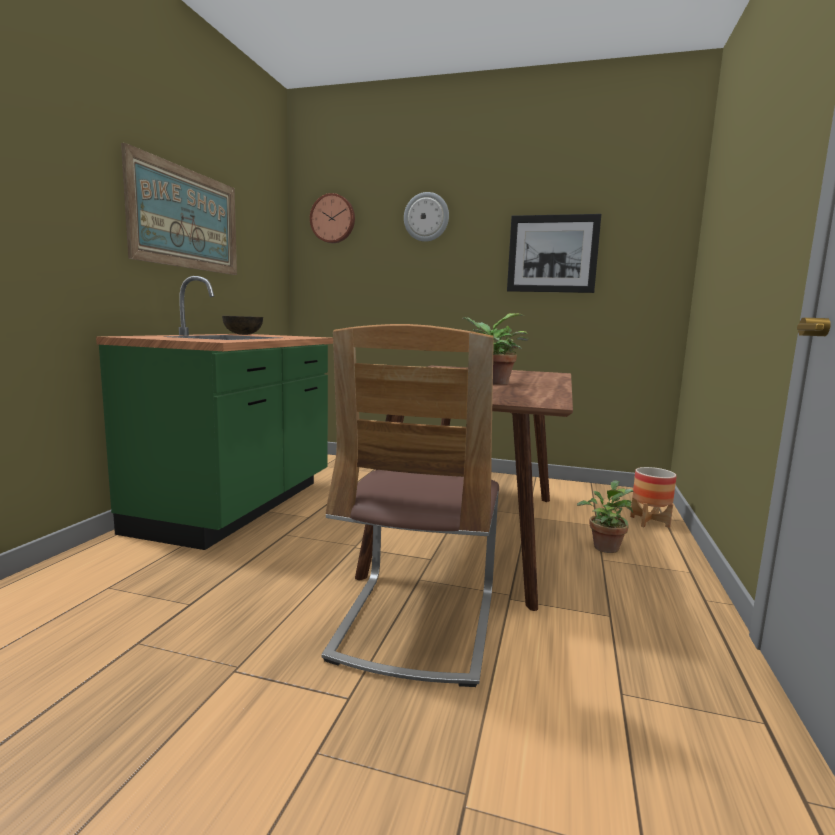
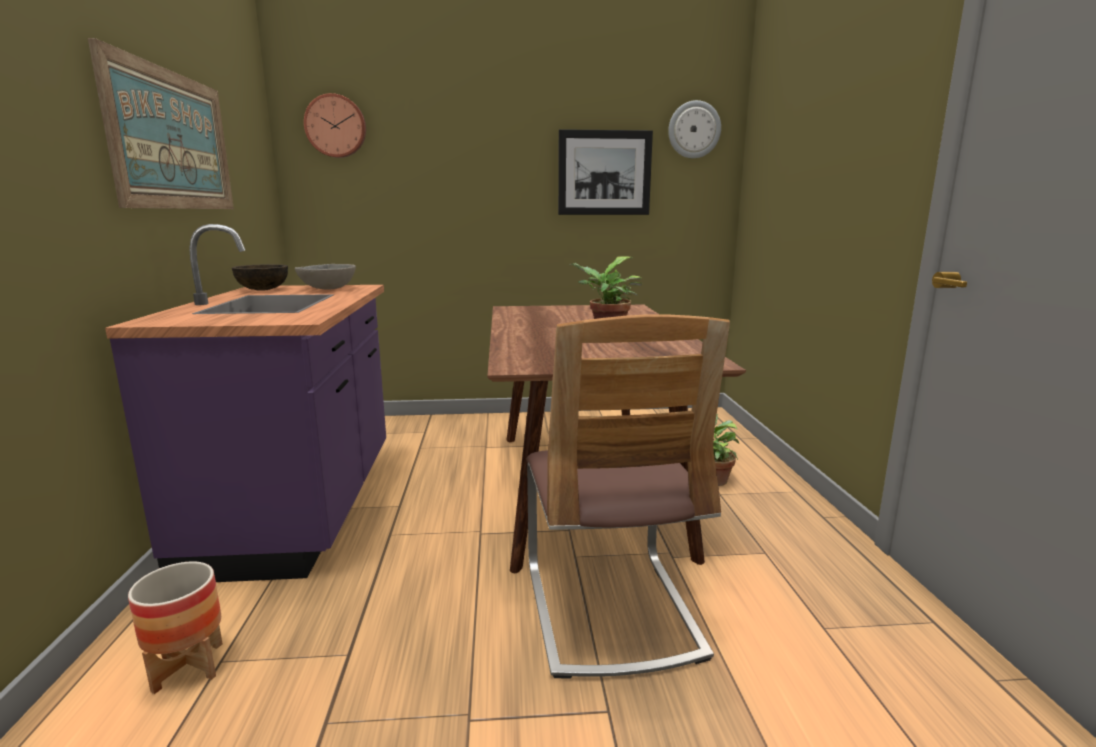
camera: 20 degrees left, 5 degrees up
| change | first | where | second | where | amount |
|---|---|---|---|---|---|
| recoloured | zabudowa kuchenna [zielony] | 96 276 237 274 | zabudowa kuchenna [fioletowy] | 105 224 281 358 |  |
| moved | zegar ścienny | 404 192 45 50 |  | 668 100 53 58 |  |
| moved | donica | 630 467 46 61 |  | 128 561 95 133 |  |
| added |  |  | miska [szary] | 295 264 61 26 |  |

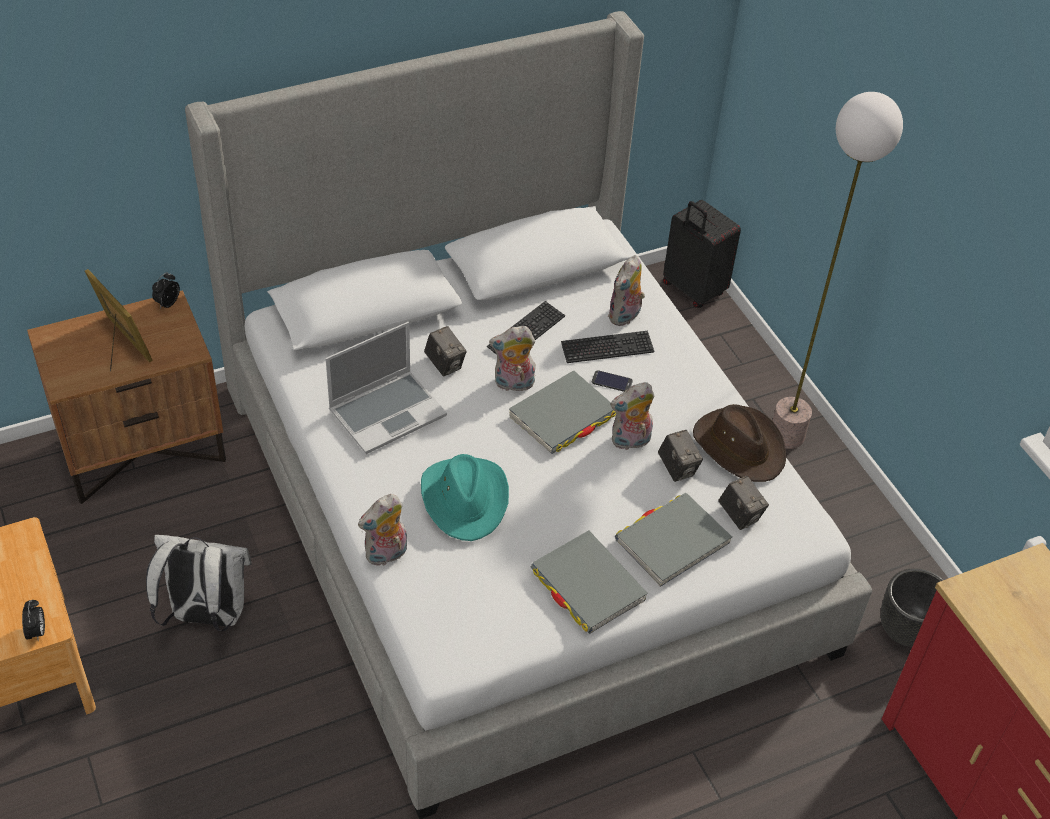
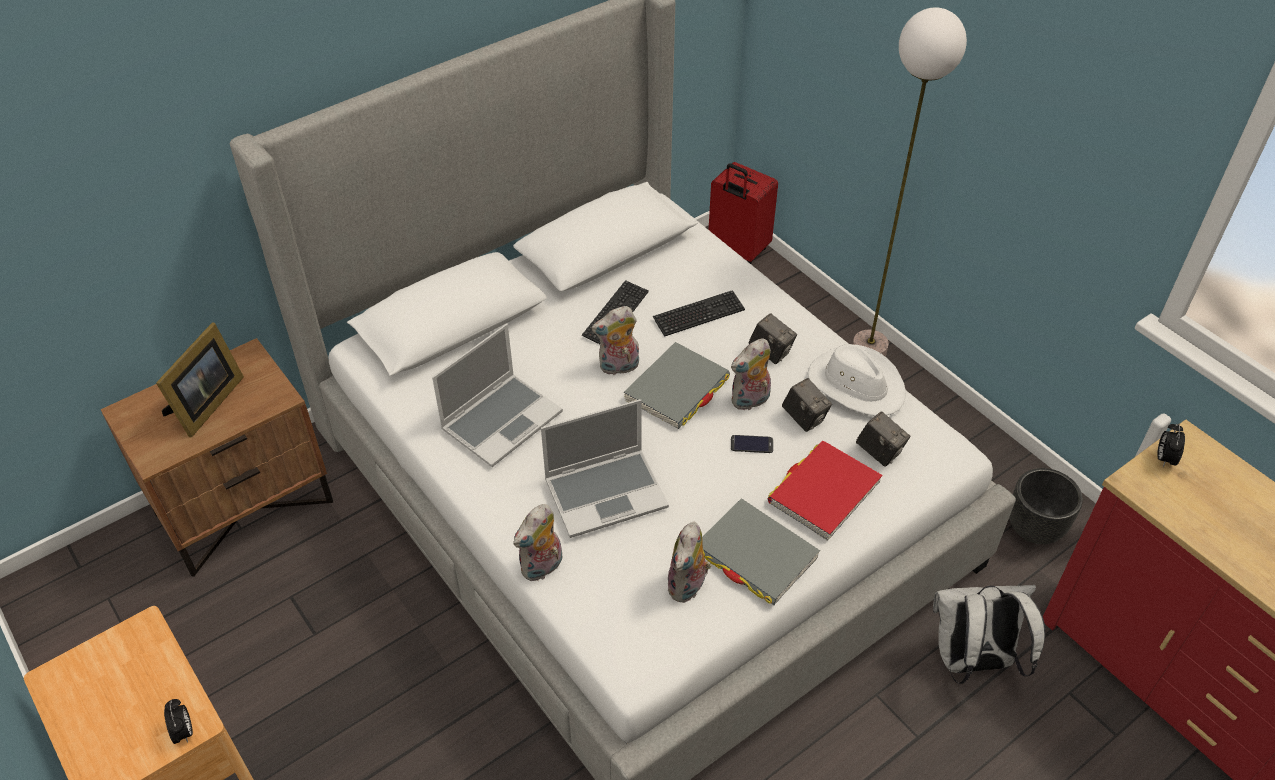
camera: 10 degrees left, 0 degrees up
| change | first | where | second | where | amount |
|---|---|---|---|---|---|
| turned | ramka na zdjęcie | 85 269 67 102 |  | 156 322 88 116 | 75 degrees clockwise |
| moved | plecak [biały] | 146 535 106 96 |  | 933 585 112 99 |  |
| moved | budzik | 152 272 28 36 |  | 1157 424 28 44 |  |
| replaced | kapelusz [turkusowy] | 421 454 88 87 | laptop | 541 399 128 139 |  |
| moved | aparat fotograficzny | 424 326 43 50 |  | 749 313 48 51 |  |
| moved | telefon | 592 370 41 22 |  | 731 435 42 18 |  |
| moved | pluszak | 608 255 37 71 |  | 668 522 43 81 |  |
| recoloured | książka [szary] | 615 493 117 94 | książka [czerwony] | 767 441 116 99 |  |
| recoloured | walizka [czarny] | 663 200 78 108 | walizka [czerwony] | 709 162 69 102 |  |
| recoloured | kapelusz [brązowy] | 693 404 93 78 | kapelusz [biały] | 808 344 98 72 |  |

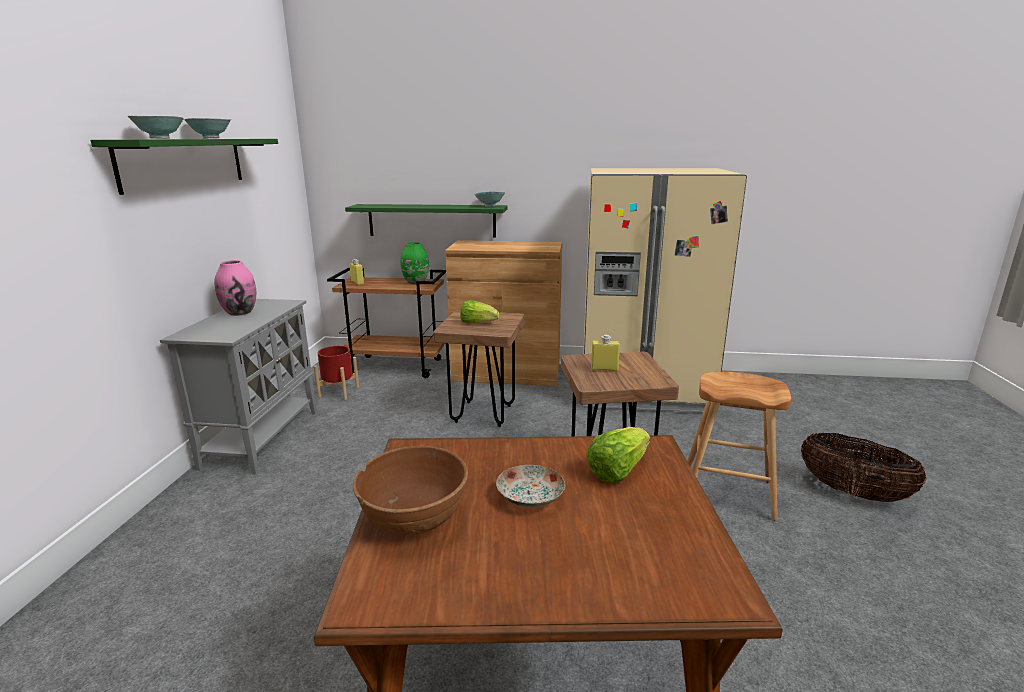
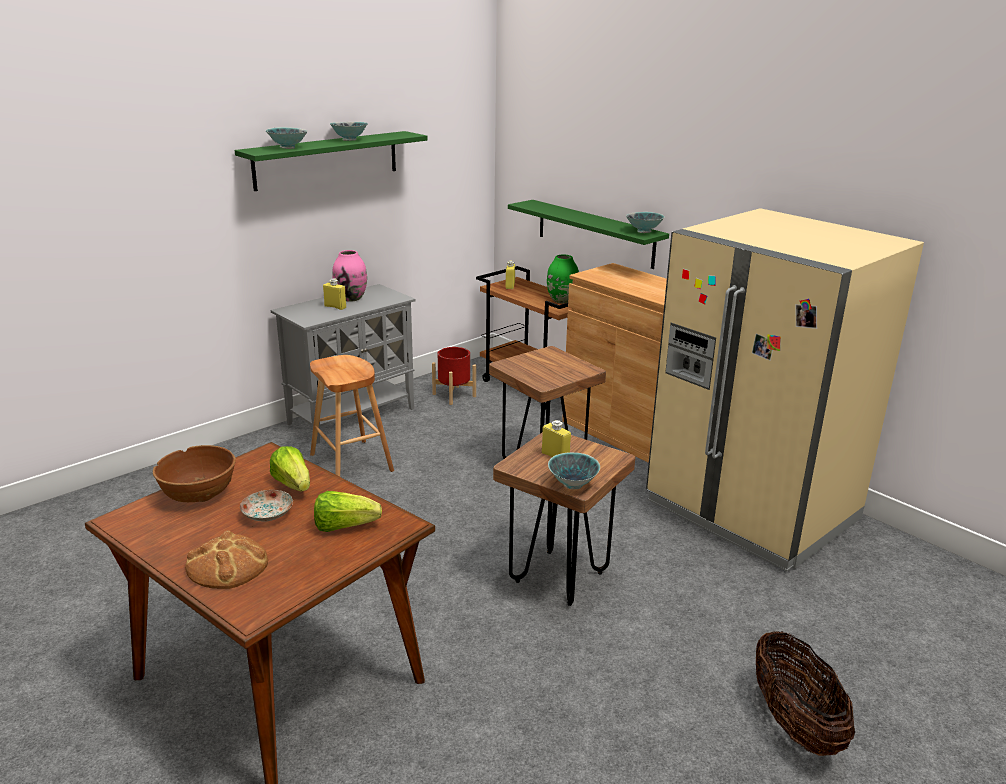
camera: 40 degrees right, 5 degrees up
| change | first | where | second | where | amount |
|---|---|---|---|---|---|
| moved | sałata | 460 300 39 23 |  | 270 446 40 45 |  |
| moved | stołek [brązowy] | 687 372 104 149 |  | 310 355 84 122 |  |
| added |  |  | chleb | 185 530 83 59 |  |
| added |  |  | butelka [żółty] | 323 278 23 32 |  |
| added |  |  | miska | 548 452 52 37 |  |

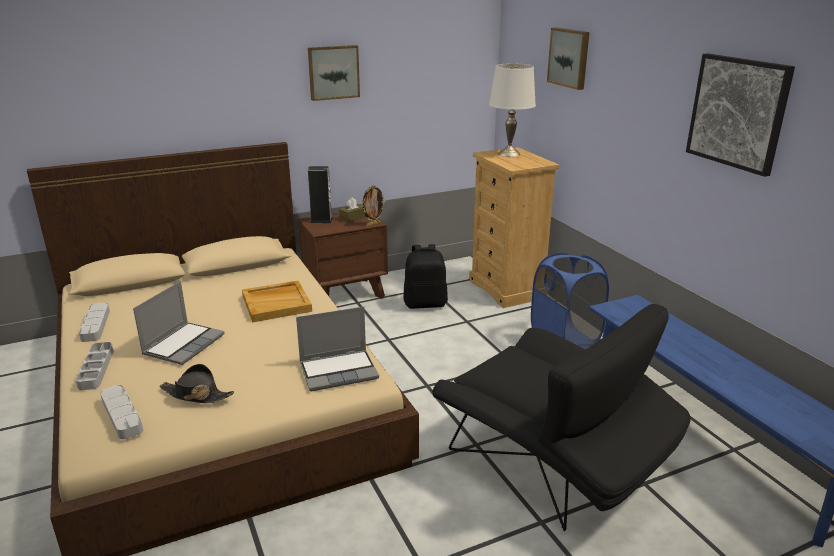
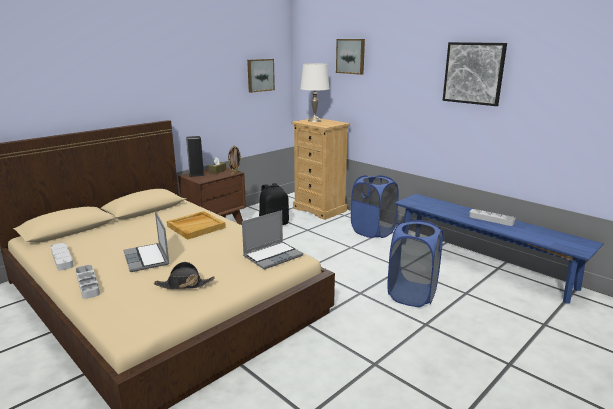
camera: 20 degrees left, 5 degrees down
| change | first | where | second | where | amount |
|---|---|---|---|---|---|
| moved | taca [szary] | 100 385 43 54 |  | 469 209 46 17 |  |
| turned | laptop | 133 281 92 84 |  | 123 211 46 61 | 150 degrees clockwise |
| moved | obraz | 308 45 52 56 |  | 247 59 28 34 |  |
| replaced | fotel [czarny] | 432 303 259 228 | kosz na pranie [niebieski] | 387 220 56 87 |  |

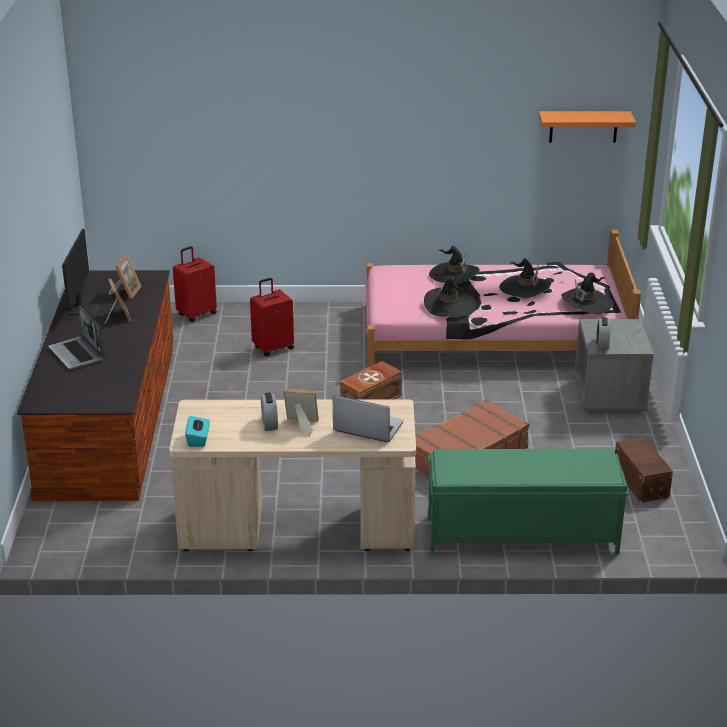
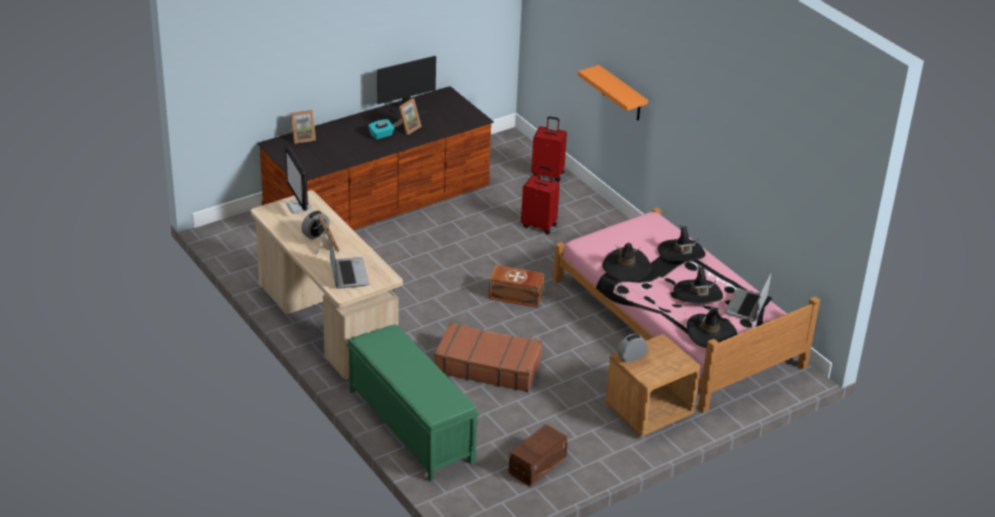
camera: 55 degrees right, 5 degrees up
| change | first | where | second | where | amount |
|---|---|---|---|---|---|
| moved | laptop | 48 306 56 63 |  | 725 273 46 49 |  |
| moved | ramka na zdjęcie | 109 254 32 45 |  | 290 110 26 34 |  |
| moved | pudełko chusteczek [turkusowy] | 185 416 25 31 |  | 368 119 26 21 |  |
| moved | półka [pomarańczowy] | 539 111 97 32 |  | 578 65 70 56 |  |
| recoloured | szafka nocna [szary] | 574 319 80 94 | szafka nocna [brązowy] | 605 334 95 103 |  |
| added |  |  | monitor | 285 145 27 69 |  |

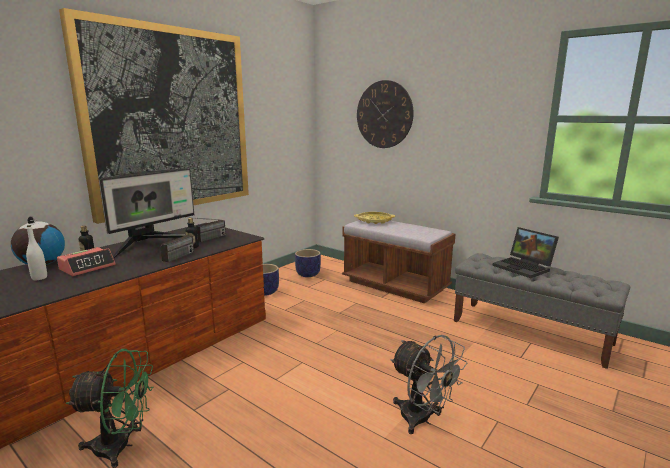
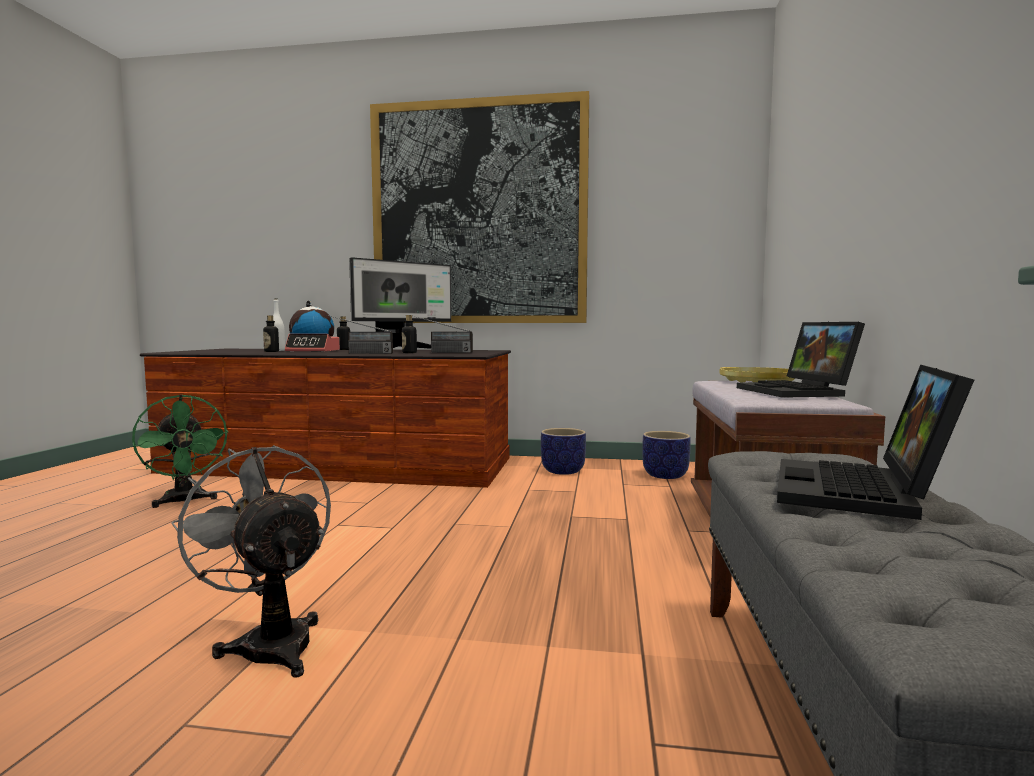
camera: 60 degrees right, 10 degrees down
| change | first | where | second | where | amount |
|---|---|---|---|---|---|
| turned | monitor | 99 168 95 90 |  | 349 257 102 92 | 45 degrees counterclockwise |
| removed | zegar ścienny | 357 80 57 68 |  |  |  |
| turned | wentylator [szary] | 390 335 77 99 |  | 171 445 160 233 | 120 degrees clockwise |
| added |  |  | butelka | 263 316 16 36 |  |
| added |  |  | laptop | 737 321 128 77 |  |

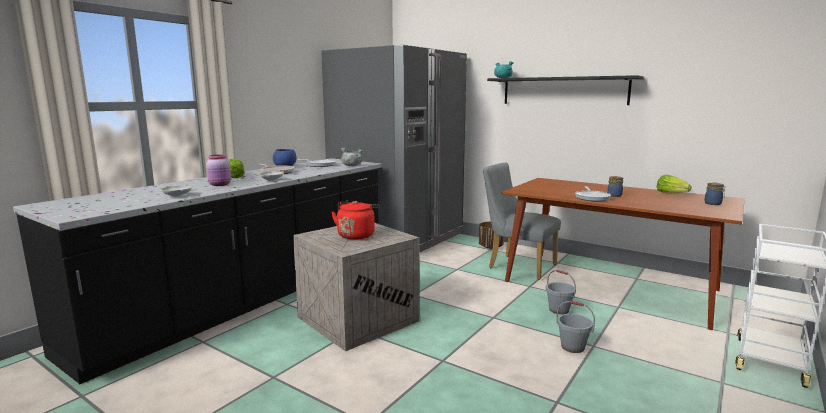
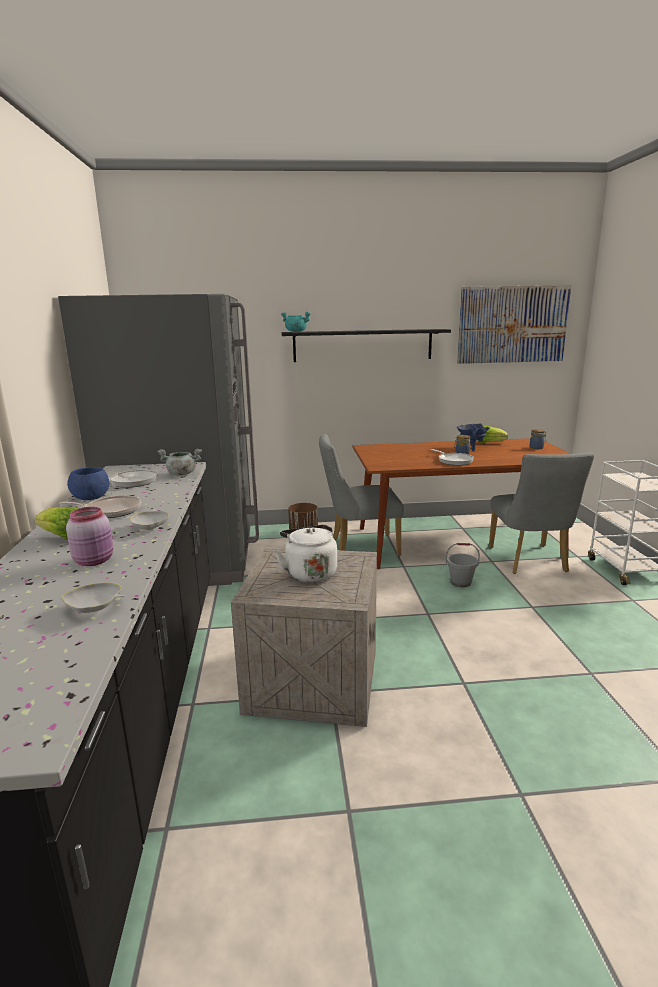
camera: 40 degrees left, 5 degrees up
| change | first | where | second | where | amount |
|---|---|---|---|---|---|
| recoloured | czajnik [czerwony] | 331 201 48 39 | czajnik [biały] | 275 525 62 58 |  |
| removed | wiadro [szary] | 556 301 39 52 |  |  |  |
| added |  |  | obraz | 457 285 114 79 |  |
| added |  |  | garnek [niebieski] | 457 423 32 28 |  |
| added |  |  | krzesło [szary] | 489 452 105 122 |  |

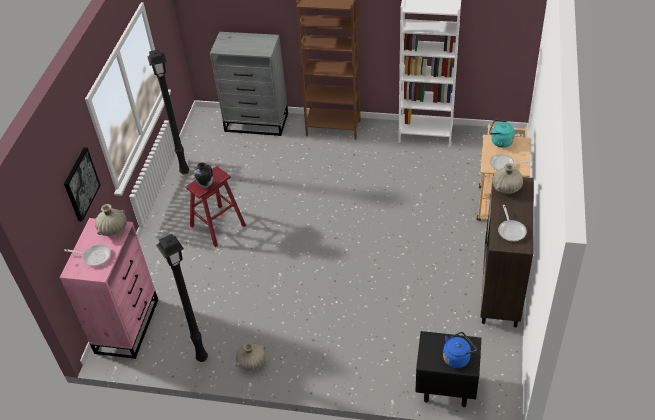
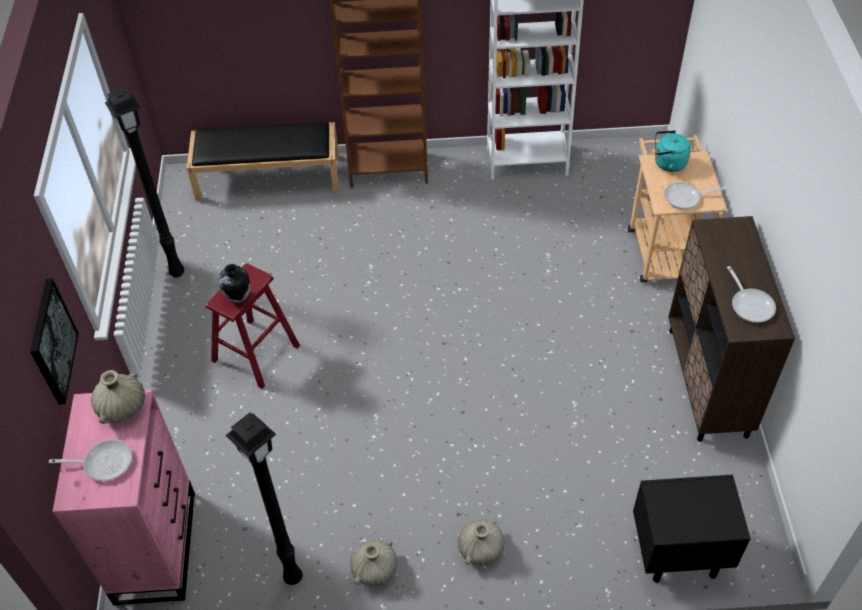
camera: 15 degrees left, 5 degrees up
| change | first | where | second | where | amount |
|---|---|---|---|---|---|
| replaced | komoda [szary] | 210 32 78 104 | ławka [czarny] | 187 122 152 79 |  |
| removed | czajnik [niebieski] | 443 332 34 36 |  |  |  |
| moved | wazon [beżowy] | 492 163 31 31 |  | 458 520 47 46 |  |

